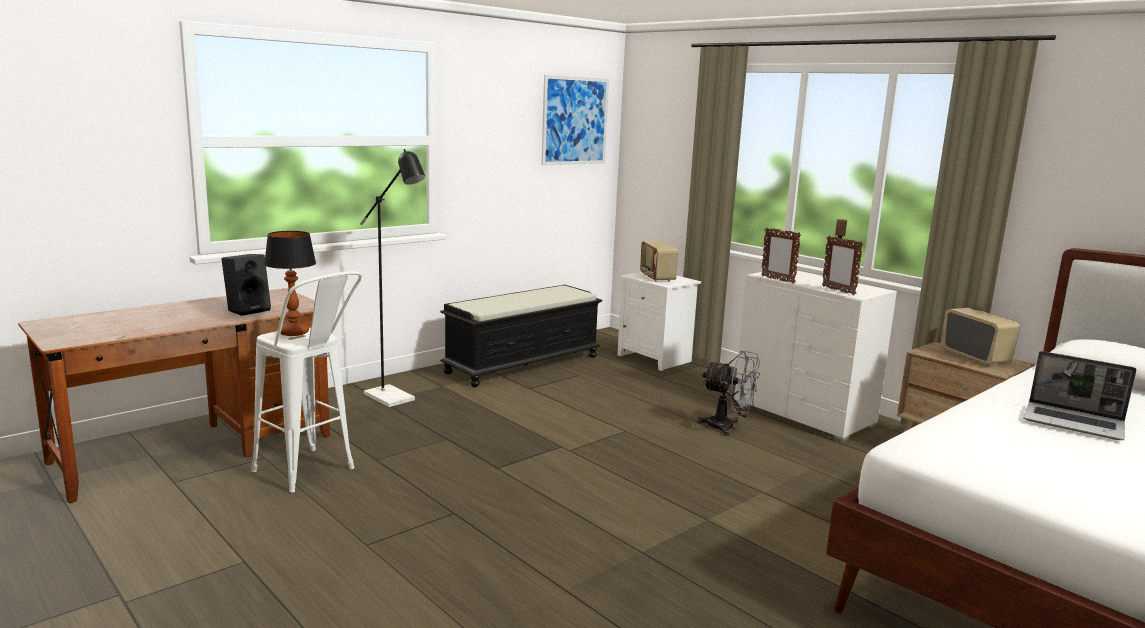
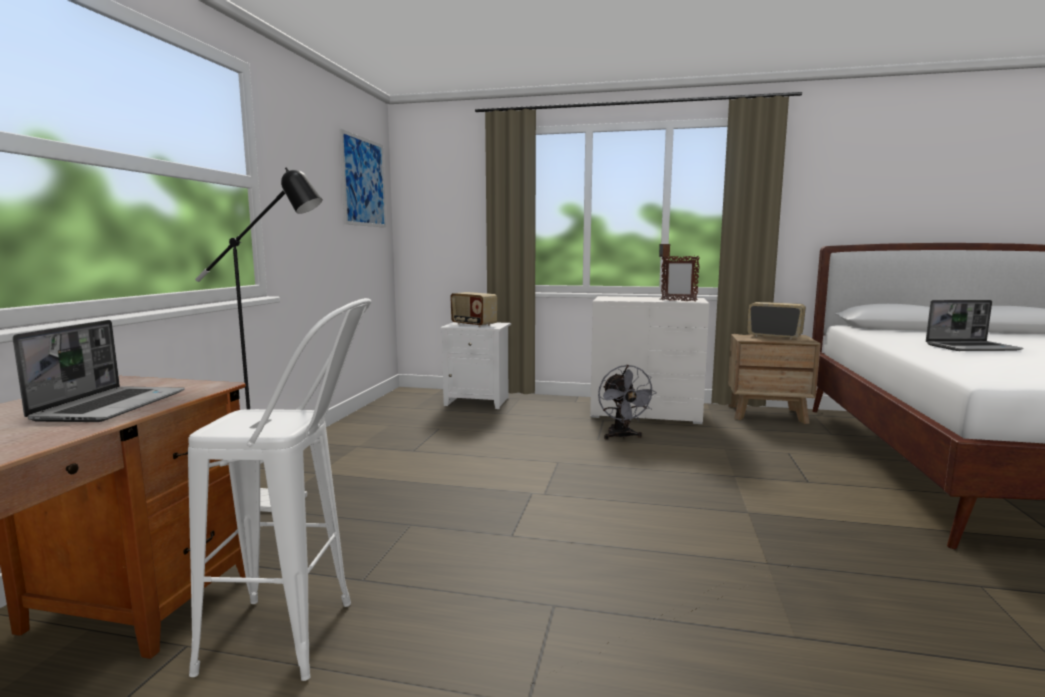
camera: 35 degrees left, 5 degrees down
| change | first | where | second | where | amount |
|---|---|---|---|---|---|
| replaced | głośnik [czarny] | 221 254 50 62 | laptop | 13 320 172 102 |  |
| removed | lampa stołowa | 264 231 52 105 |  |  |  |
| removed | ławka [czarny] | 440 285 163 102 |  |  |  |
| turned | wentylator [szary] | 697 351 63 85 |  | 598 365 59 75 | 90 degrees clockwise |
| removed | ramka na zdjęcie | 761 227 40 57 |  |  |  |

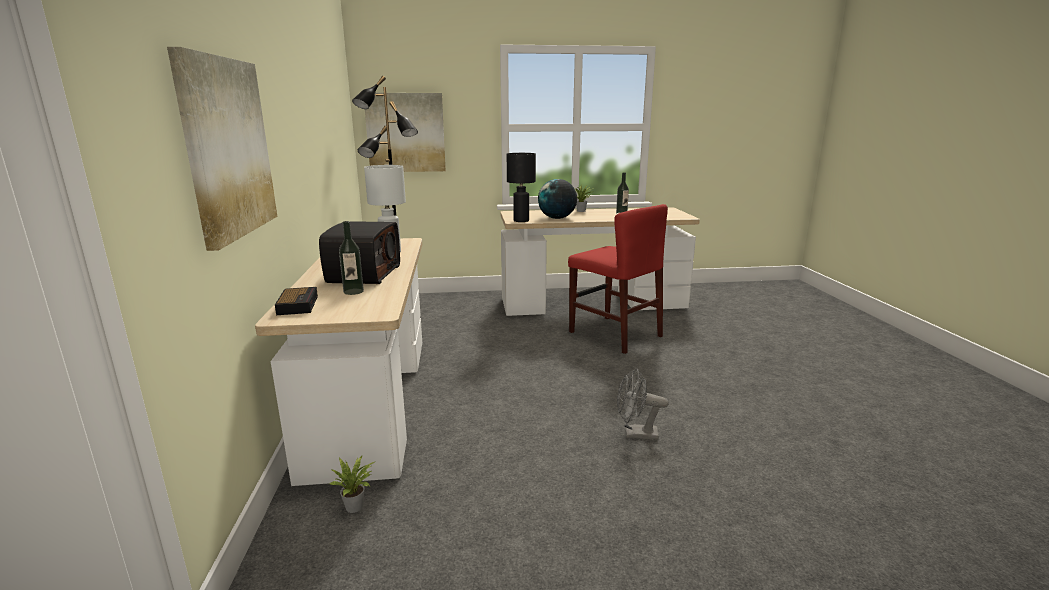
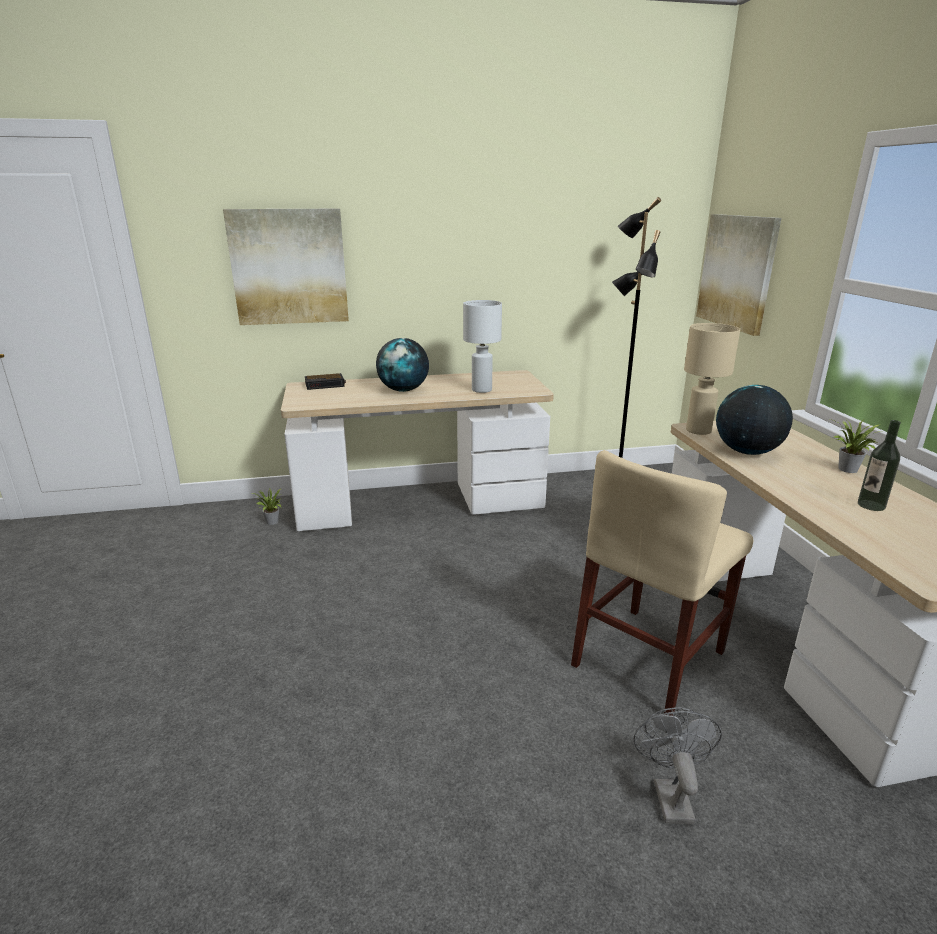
camera: 85 degrees right, 5 degrees up
| change | first | where | second | where | amount |
|---|---|---|---|---|---|
| replaced | radio | 319 221 81 63 | globus | 376 338 53 54 |  |
| removed | butelka | 339 221 25 74 |  |  |  |
| recoloured | lampa stołowa [czarny] | 507 153 29 69 | lampa stołowa [beżowy] | 684 323 56 112 |  |
| recoloured | krzesło [czerwony] | 568 204 100 150 | krzesło [beżowy] | 571 450 182 266 |  |
| moved | wentylator [szary] | 617 368 52 72 |  | 633 707 89 118 |  |

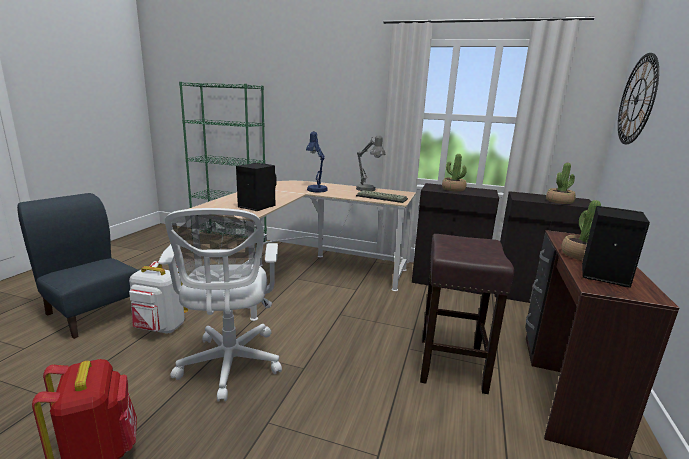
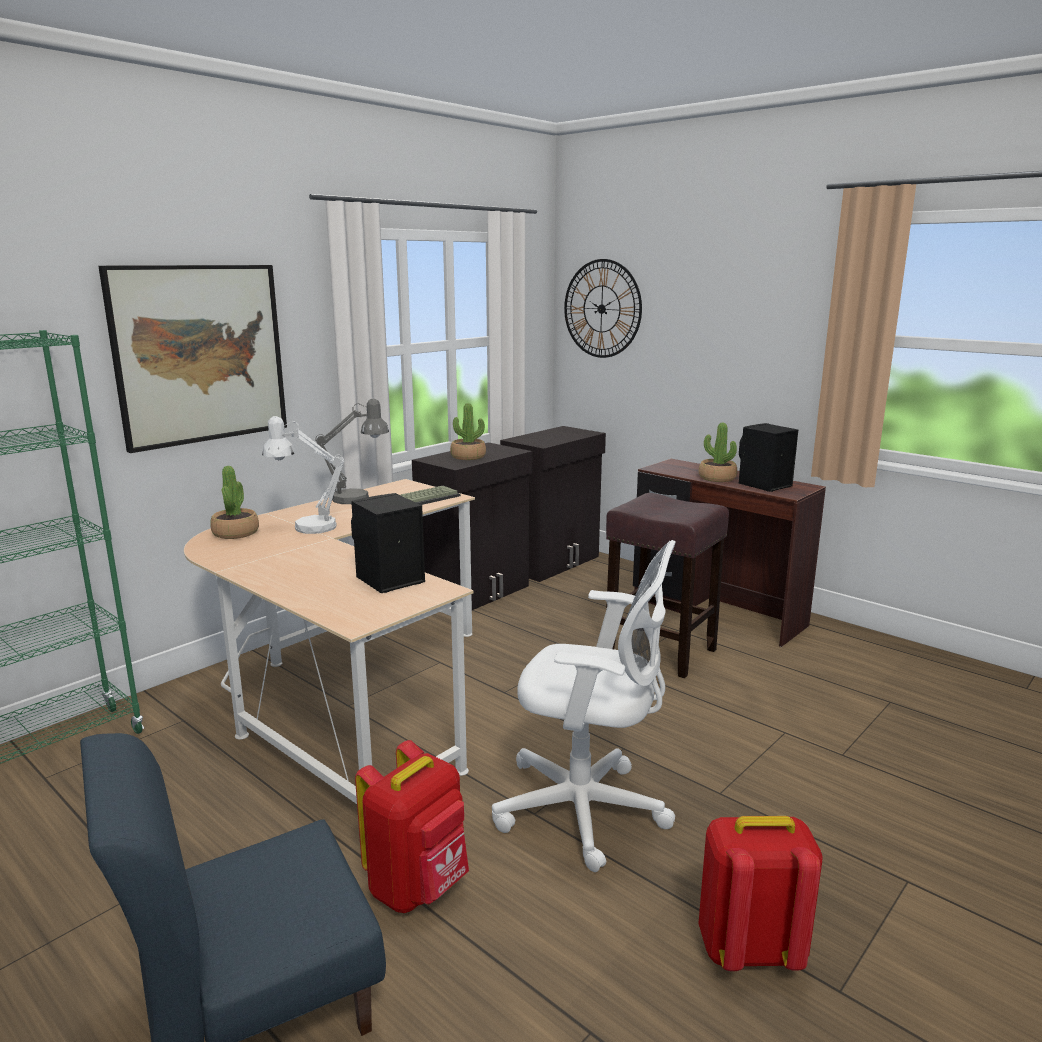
camera: 65 degrees left, 0 degrees up
| change | first | where | second | where | amount |
|---|---|---|---|---|---|
| recoloured | plecak [biały] | 129 261 59 73 | plecak [czerwony] | 355 740 114 173 |  |
| recoloured | lampa stołowa [niebieski] | 306 131 22 62 | lampa stołowa [biały] | 262 416 82 118 |  |
| moved | roślina doniczkowa | 546 163 30 41 |  | 210 466 49 73 |  |
| added |  |  | obraz | 98 265 189 188 |  |

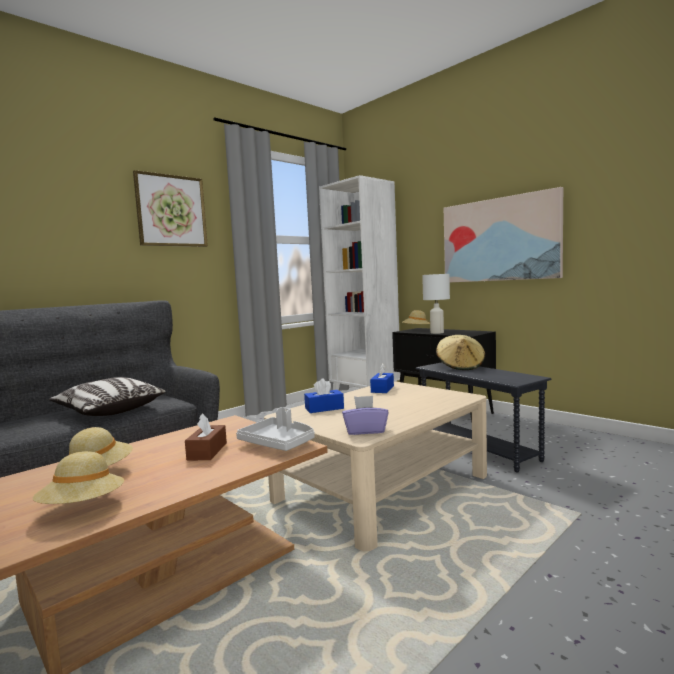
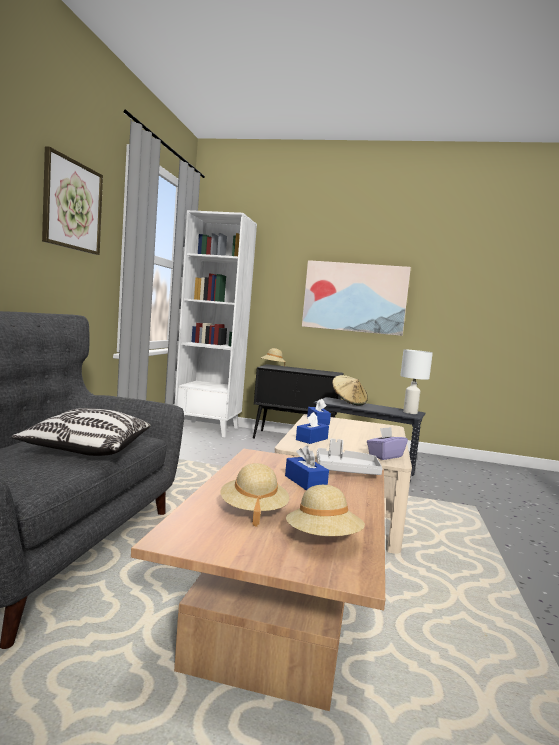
camera: 35 degrees left, 0 degrees up
| change | first | where | second | where | amount |
|---|---|---|---|---|---|
| recoloured | pudełko chusteczek [brązowy] | 185 413 42 47 | pudełko chusteczek [niebieski] | 285 446 44 44 |  |
| moved | lampa stołowa [biały] | 422 274 28 60 |  | 400 349 33 65 |  |

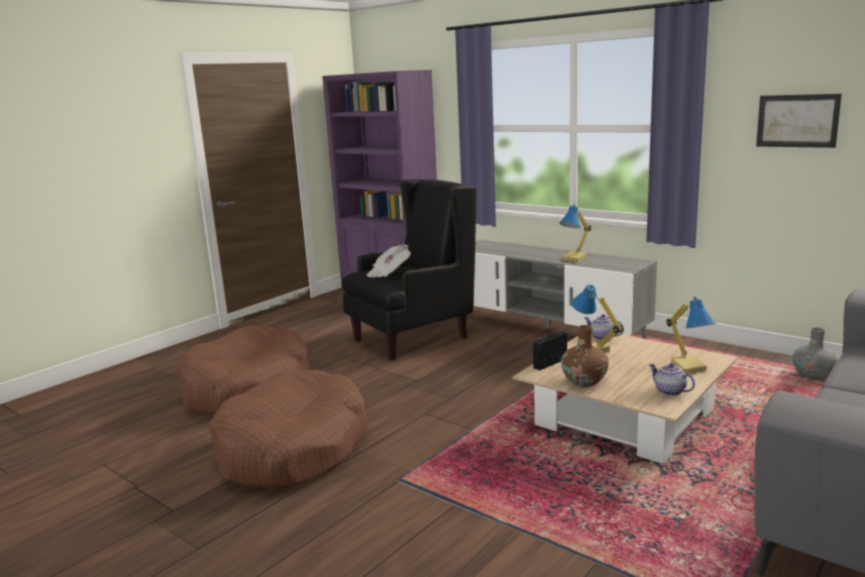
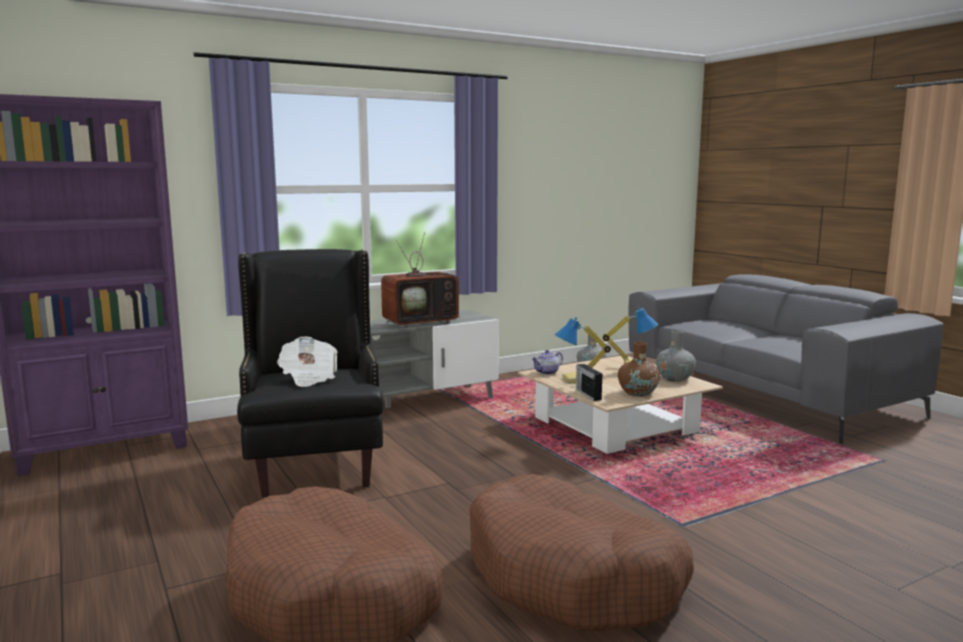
camera: 70 degrees left, 5 degrees down
| change | first | where | second | where | amount |
|---|---|---|---|---|---|
| replaced | lampa stołowa | 559 204 32 59 | telewizor | 381 232 80 96 |  |
| replaced | imbryk | 649 363 46 33 | wazon [szary] | 656 330 40 52 |  |
| removed | obraz | 756 94 86 54 |  |  |  |

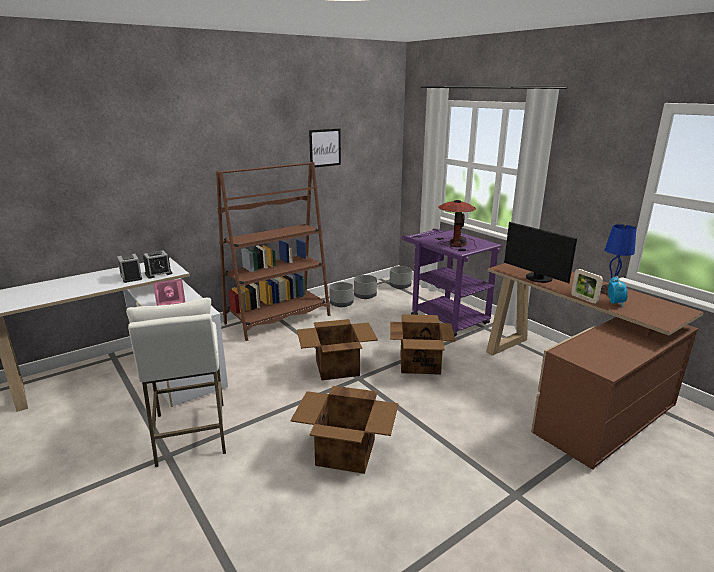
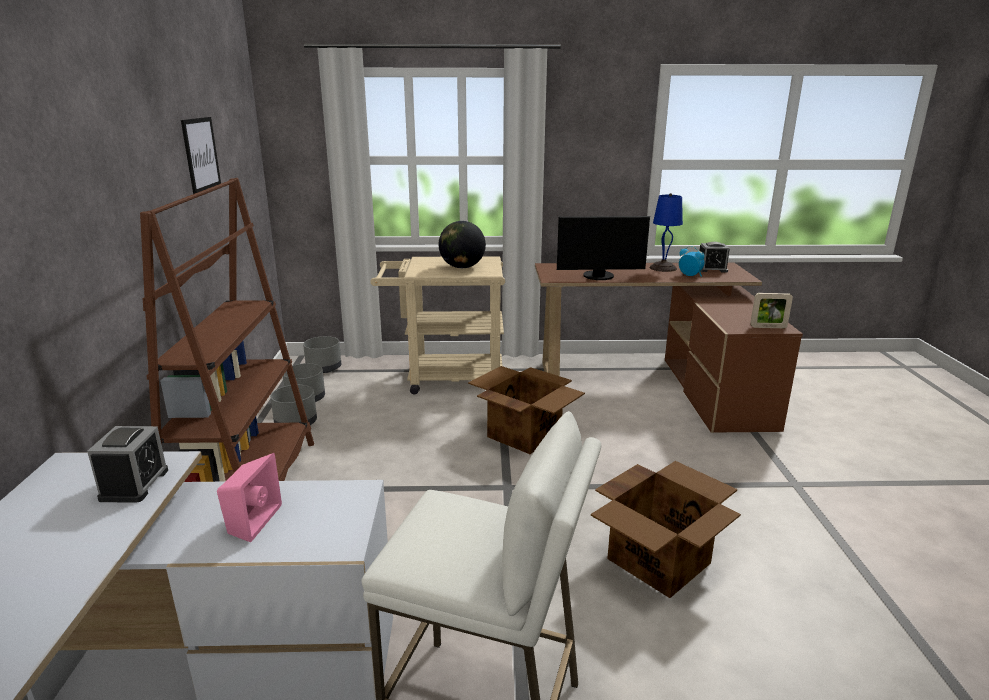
camera: 55 degrees left, 0 degrees up
| change | first | where | second | where | amount |
|---|---|---|---|---|---|
| moved | budzik | 117 254 25 29 |  | 700 242 30 30 |  |
| removed | karton | 297 319 81 61 |  |  |  |
| recoloured | wózek [fioletowy] | 402 228 99 108 | wózek [beżowy] | 370 256 135 139 |  |
| replaced | lampa stołowa | 436 200 41 51 | globus | 439 221 47 47 |  |
| moved | ramka na zdjęcie | 571 269 32 35 |  | 750 293 43 35 |  |

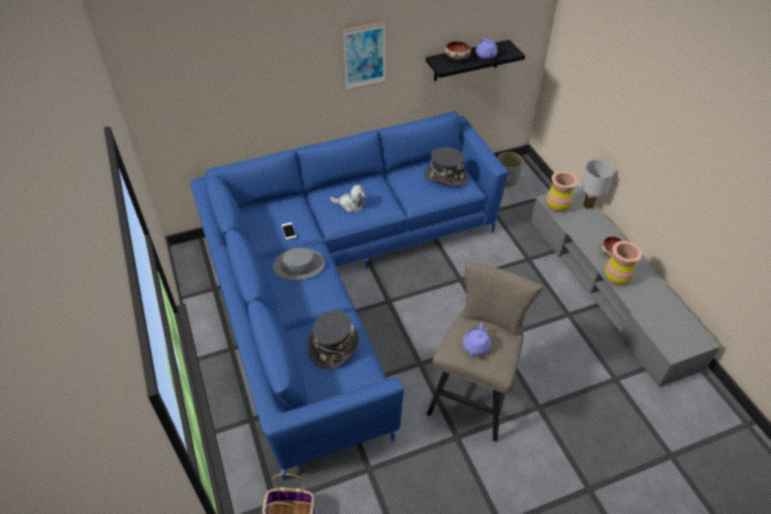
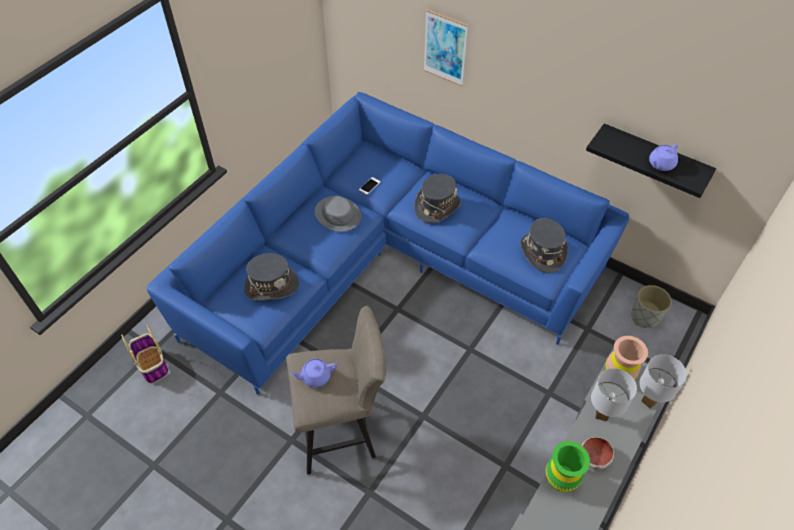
camera: 55 degrees right, 5 degrees up
| change | first | where | second | where | amount |
|---|---|---|---|---|---|
| replaced | pluszak | 330 184 36 29 | kapelusz [szary] | 415 174 46 49 |  |
| moved | obraz | 343 22 42 68 |  | 424 9 44 77 |  |
| removed | miska | 445 41 26 19 |  |  |  |
| recoloured | wazon [brązowy] | 605 241 37 44 | wazon [zielony] | 546 441 44 51 |  |
| added |  |  | lampa stołowa [biały] | 591 368 46 53 |  |

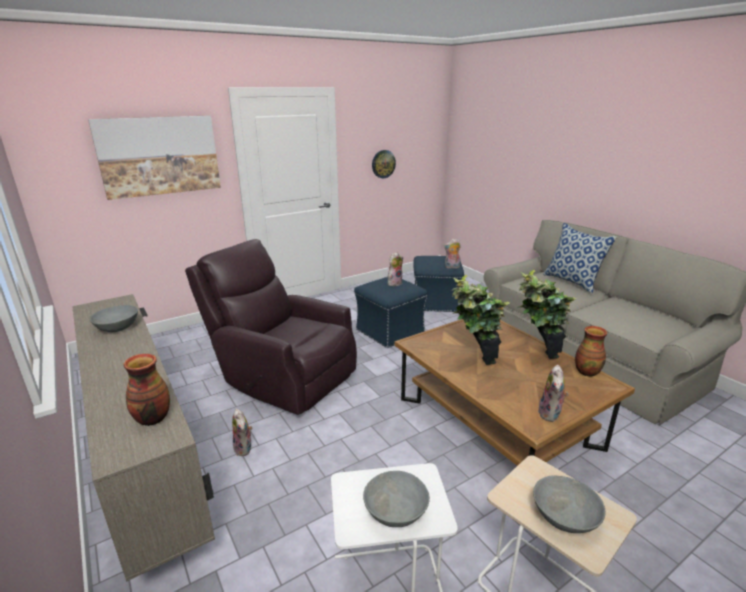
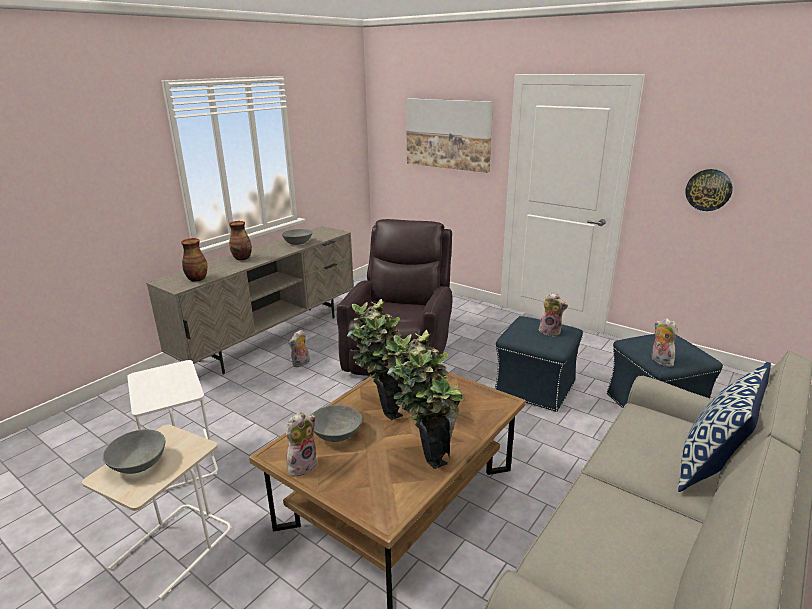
camera: 70 degrees right, 0 degrees up
| change | first | where | second | where | amount |
|---|---|---|---|---|---|
| moved | miska [szary] | 363 471 67 56 |  | 312 405 50 37 |  |
| turned | pluszak | 538 365 31 57 |  | 286 412 31 65 | 135 degrees clockwise |
| moved | wazon | 575 326 32 50 |  | 229 221 23 39 |  |

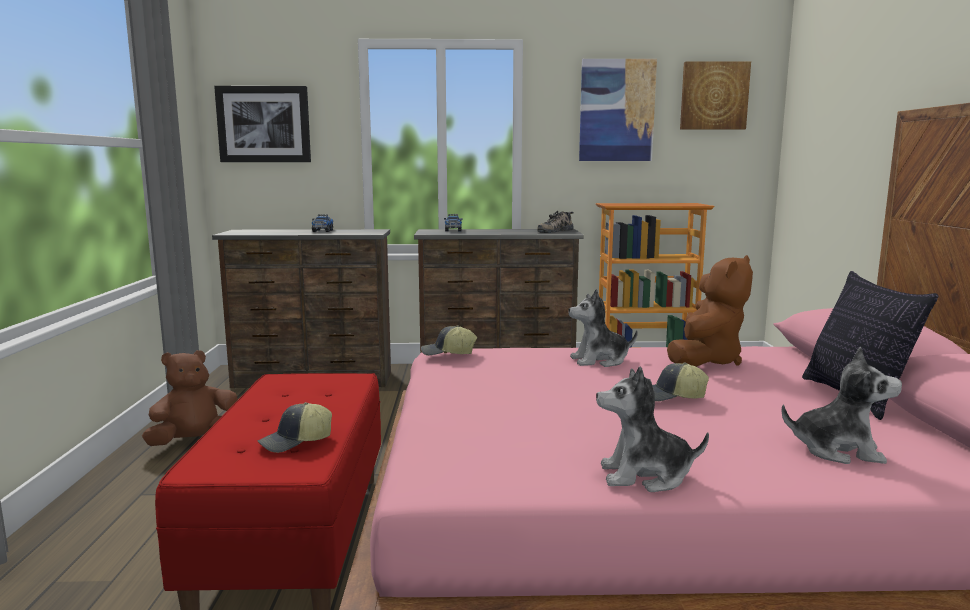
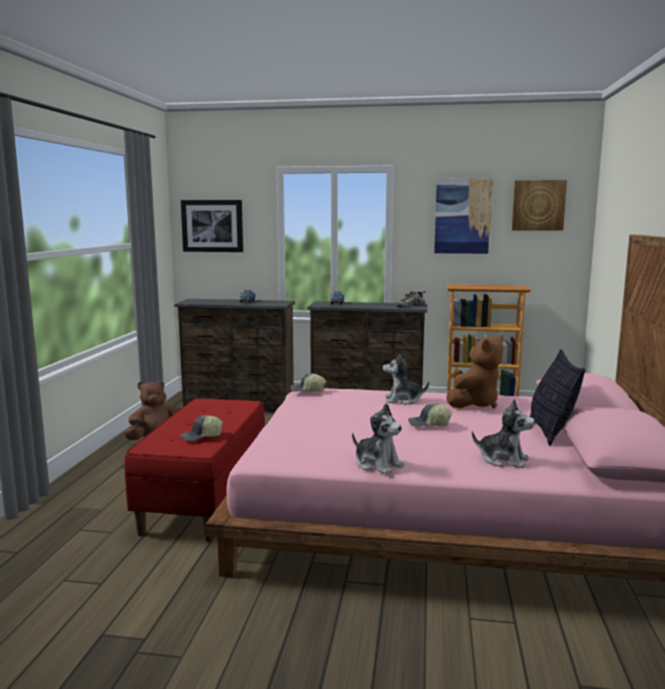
camera: 10 degrees right, 0 degrees up
| change | first | where | second | where | amount |
|---|---|---|---|---|---|
| turned | pluszak | 596 366 113 126 |  | 352 403 52 72 | 150 degrees counterclockwise |

